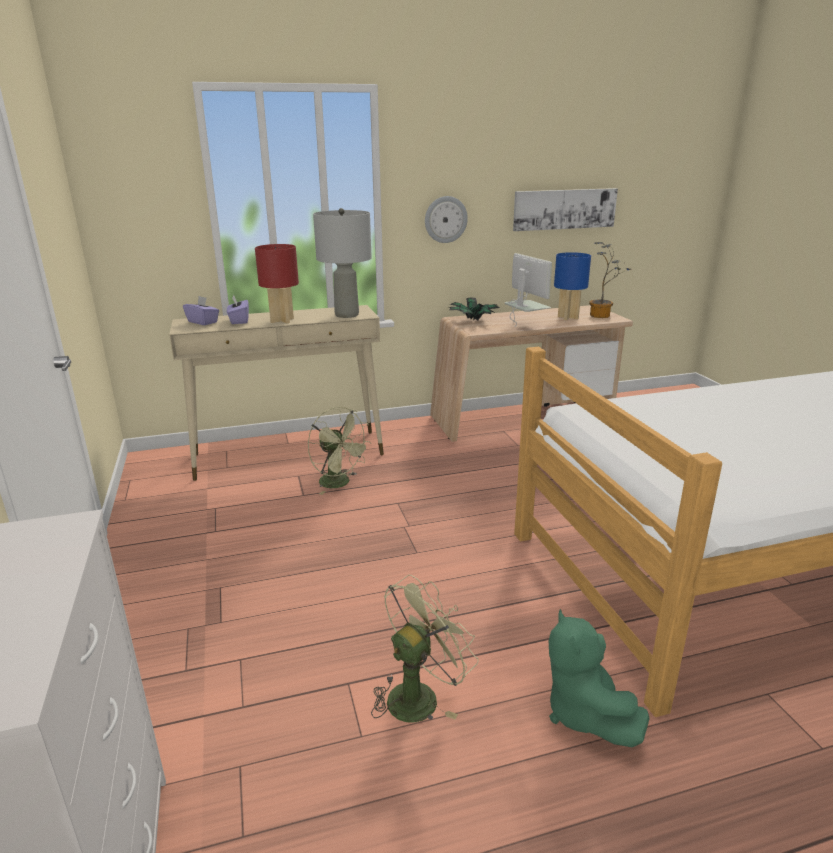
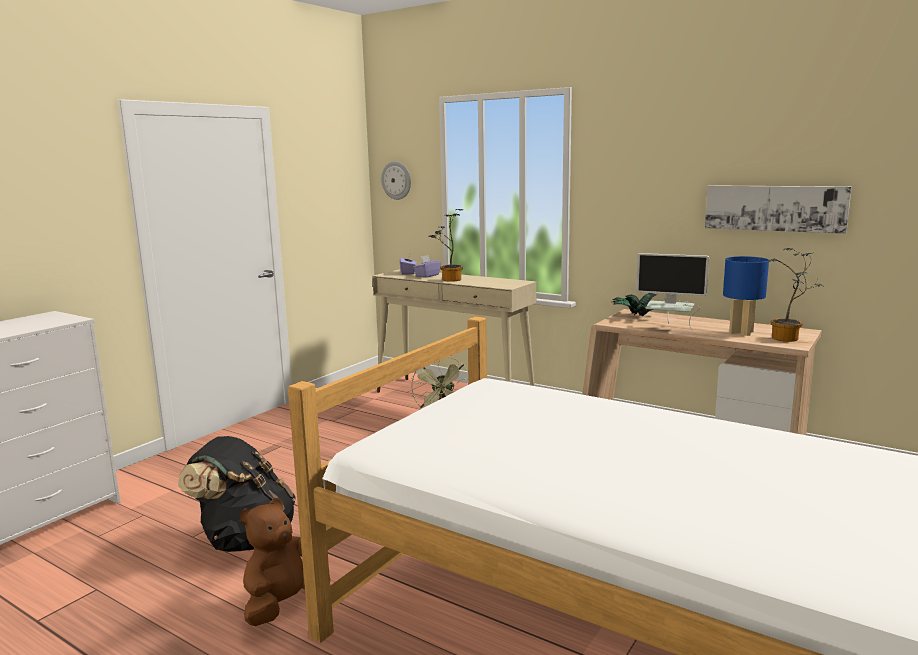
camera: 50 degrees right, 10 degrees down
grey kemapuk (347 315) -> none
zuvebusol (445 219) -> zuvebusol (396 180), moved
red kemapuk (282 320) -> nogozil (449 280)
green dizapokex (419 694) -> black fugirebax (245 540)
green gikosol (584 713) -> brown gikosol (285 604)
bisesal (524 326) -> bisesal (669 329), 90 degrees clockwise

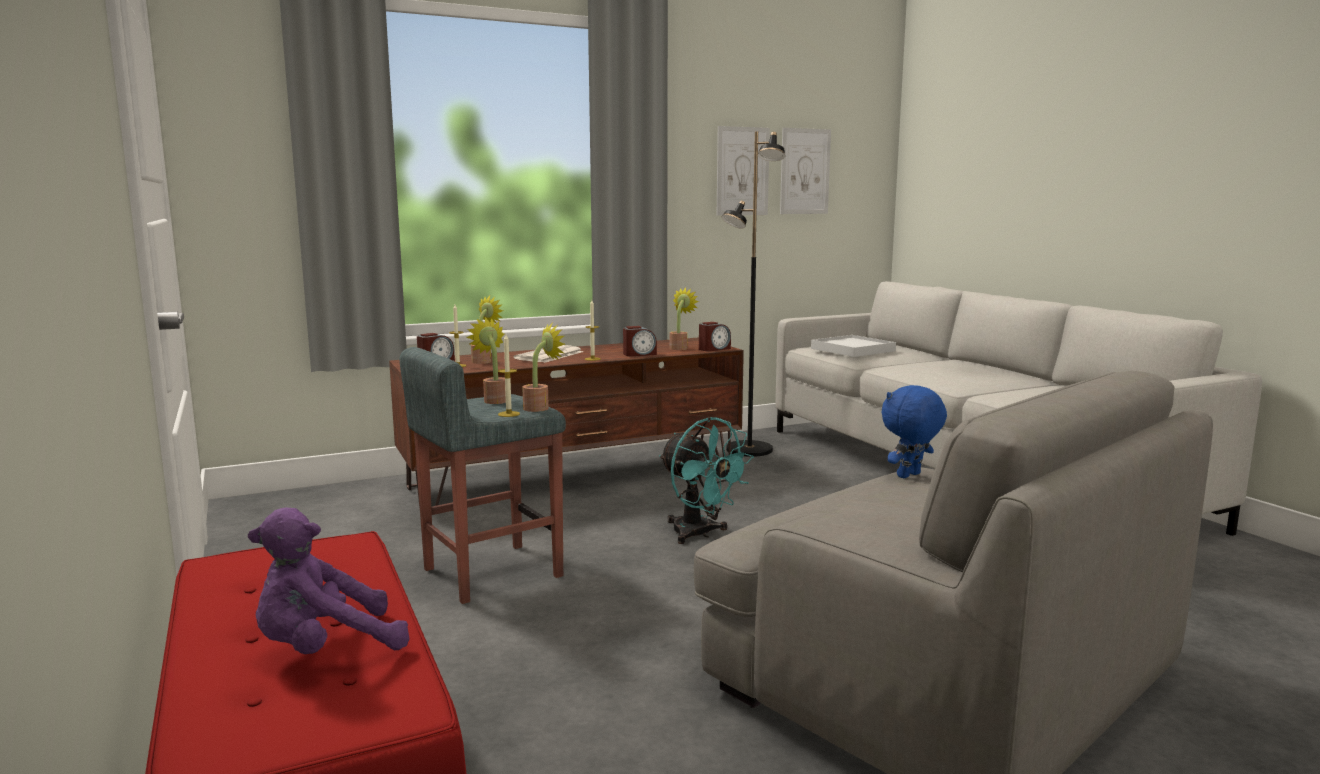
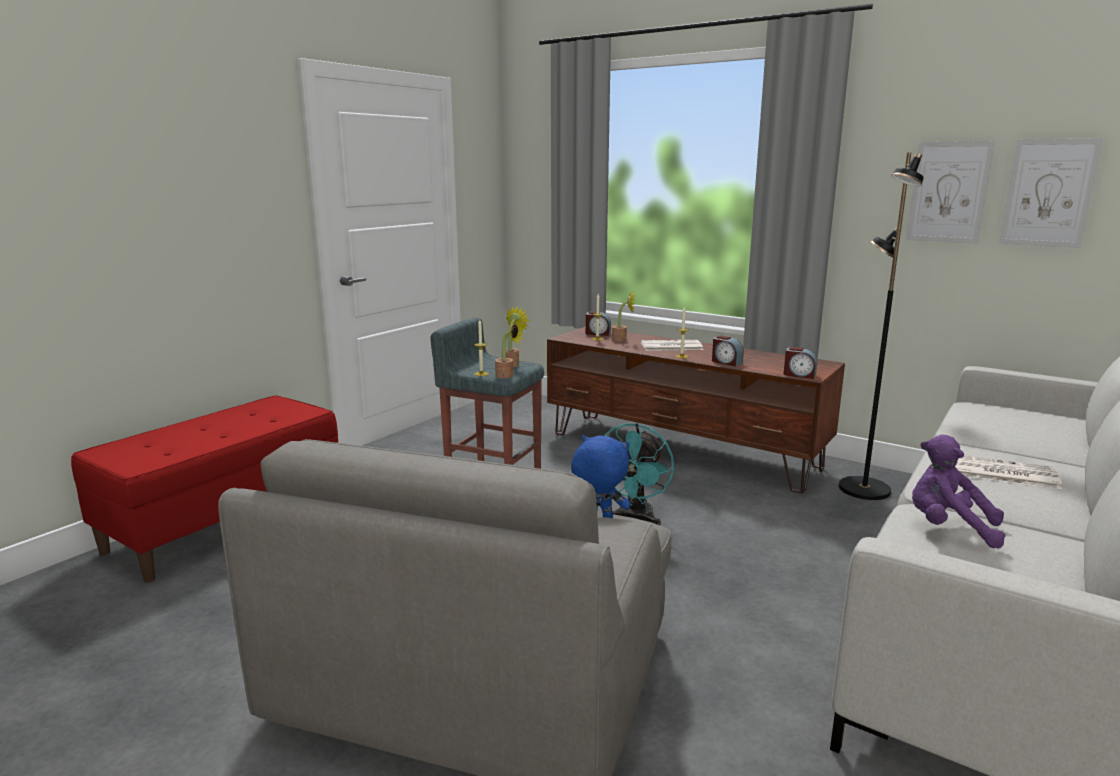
camera: 60 degrees right, 5 degrees up
nogozil (680 348) -> none
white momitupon (853 350) -> none
none -> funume (1002 473)
purple gikosol (325 649) -> purple gikosol (948 528), moved

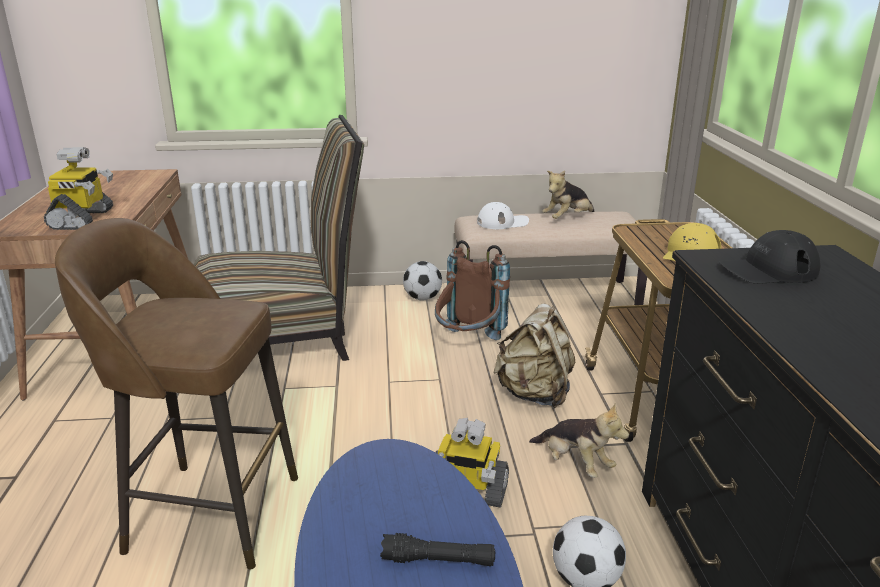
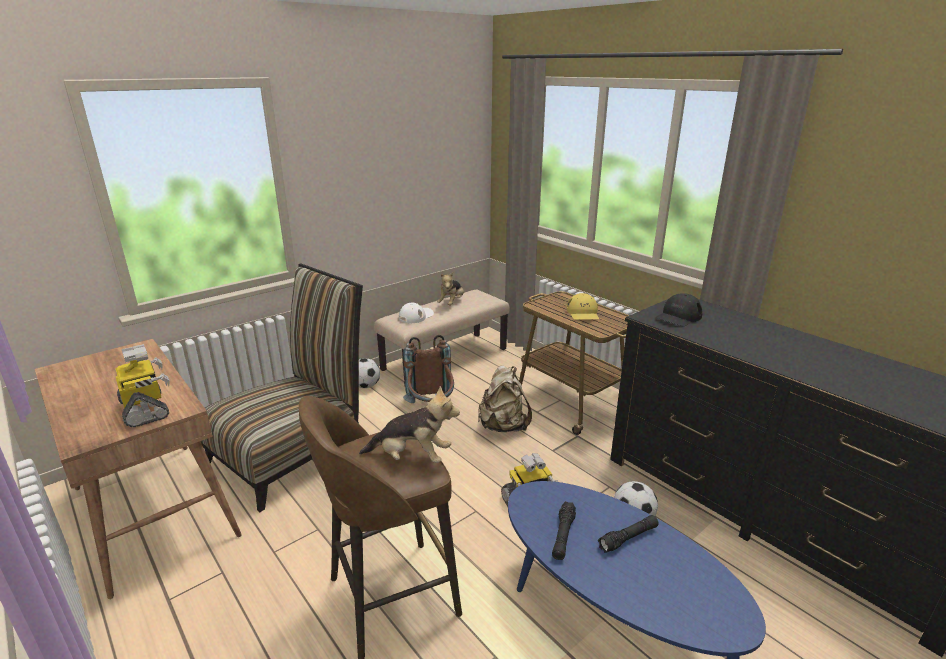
camera: 35 degrees left, 0 degrees up
none -> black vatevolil (563 536)
gikosol (575 464) -> gikosol (412 457), moved

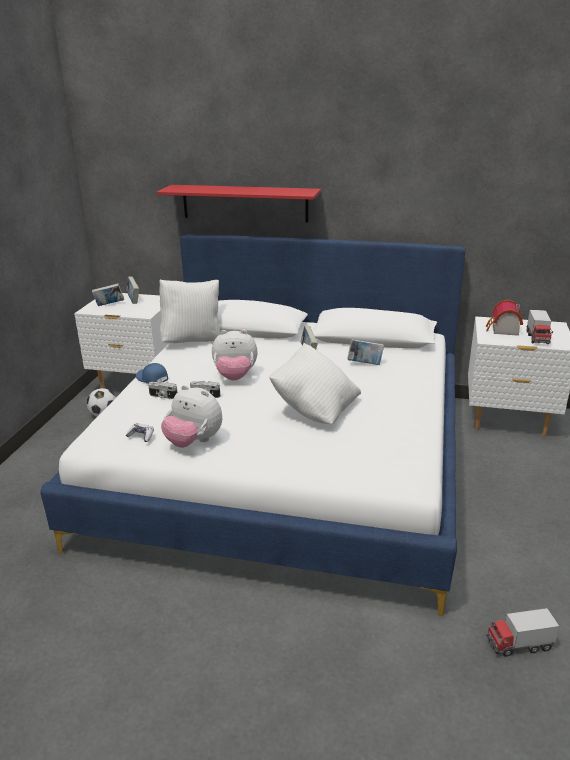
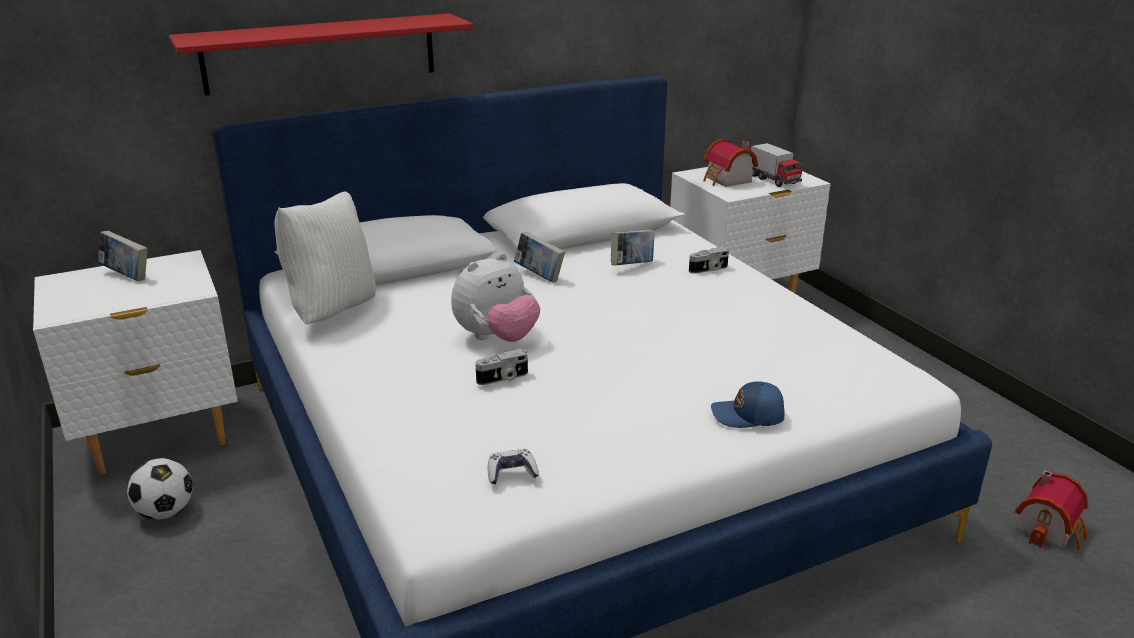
camera: 40 degrees left, 0 degrees up
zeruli (109 305) -> none
gikosol (194 442) -> none
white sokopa (315 410) -> none
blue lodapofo (152 379) -> blue lodapofo (748 416), moved
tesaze (162 396) -> tesaze (709 269), moved
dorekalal (519 644) -> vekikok (1050 529)

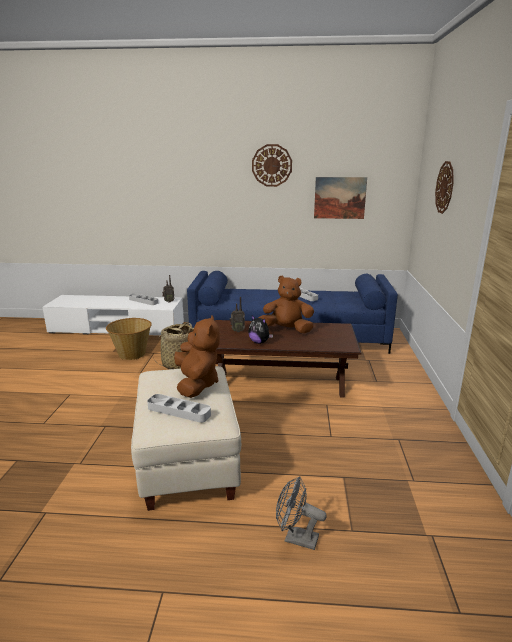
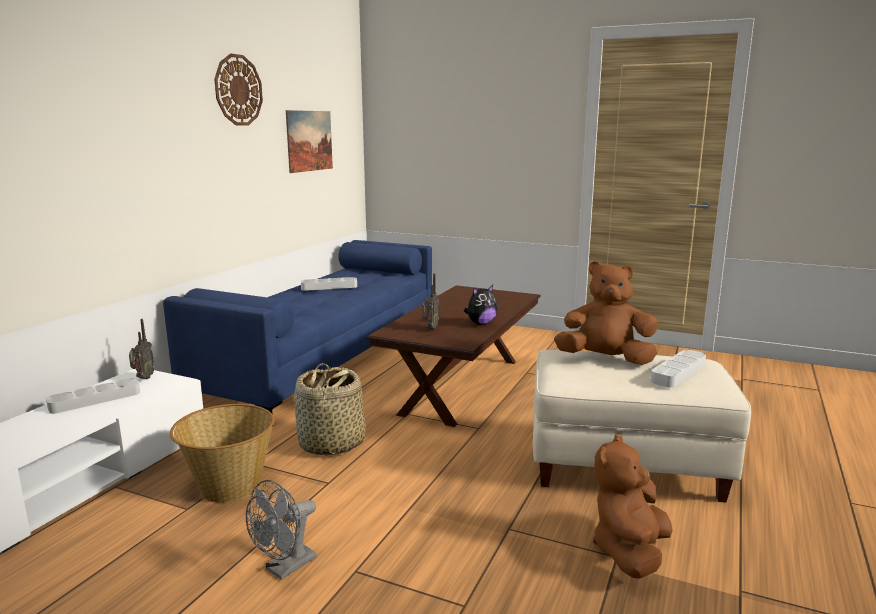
camera: 70 degrees left, 5 degrees down
zuvebusol (445 187) -> none
brown gikosol (287 330) -> brown gikosol (630 552), moved
grey dizapokex (296 538) -> grey dizapokex (285 568), moved

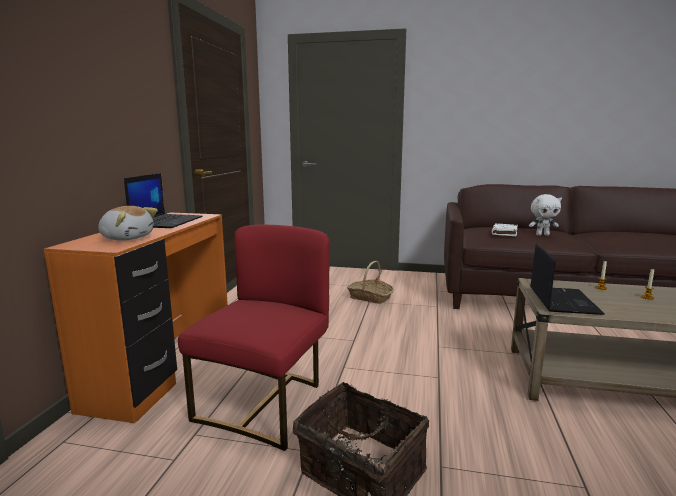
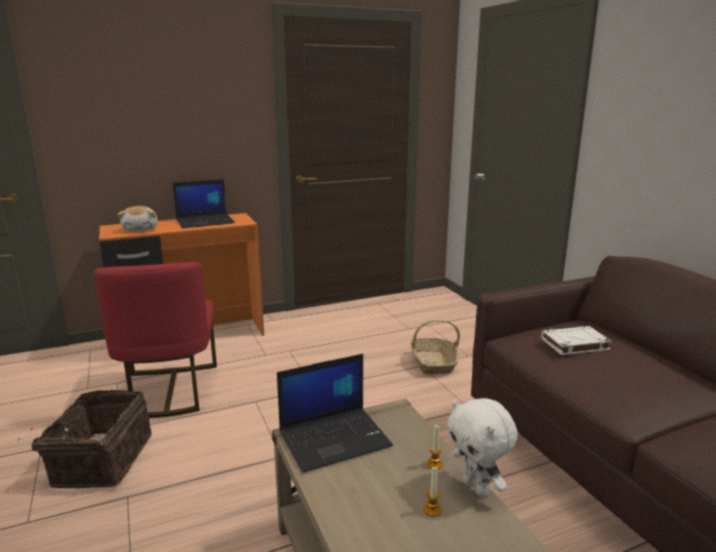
camera: 55 degrees right, 5 degrees up
white gikosol (542 235) -> white gikosol (477 488), moved
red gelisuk (266 404) -> red gelisuk (170 391), 90 degrees clockwise

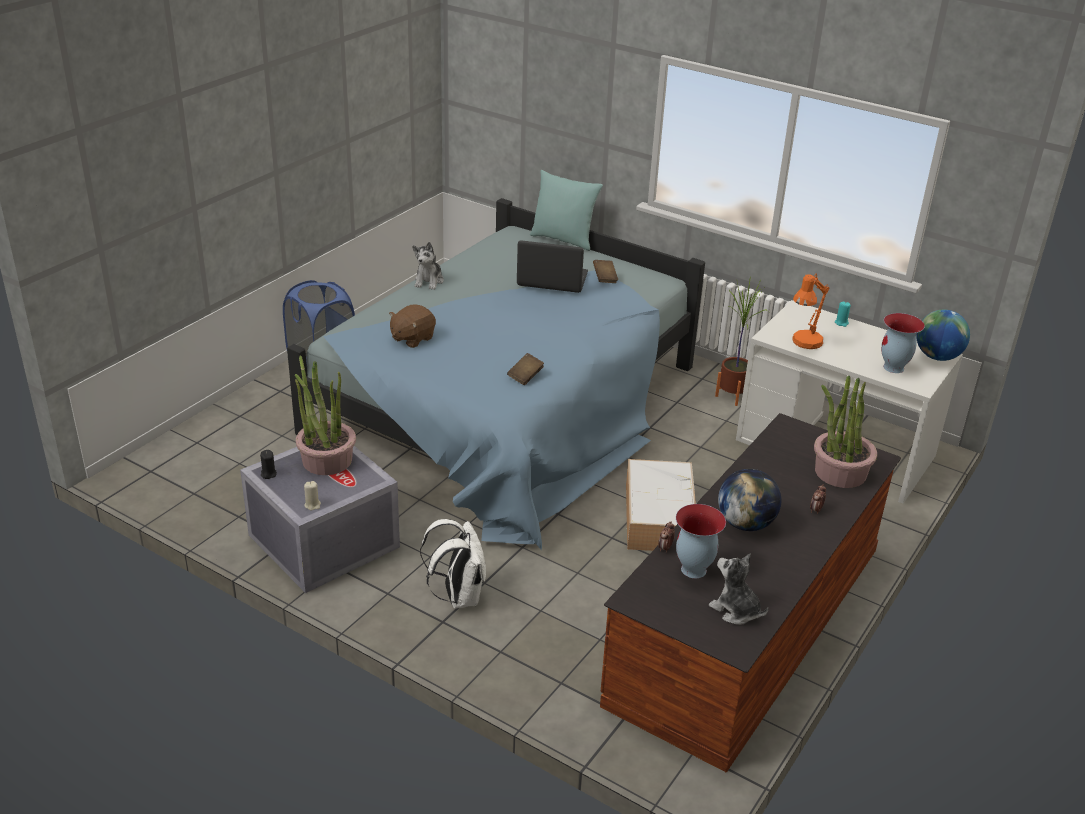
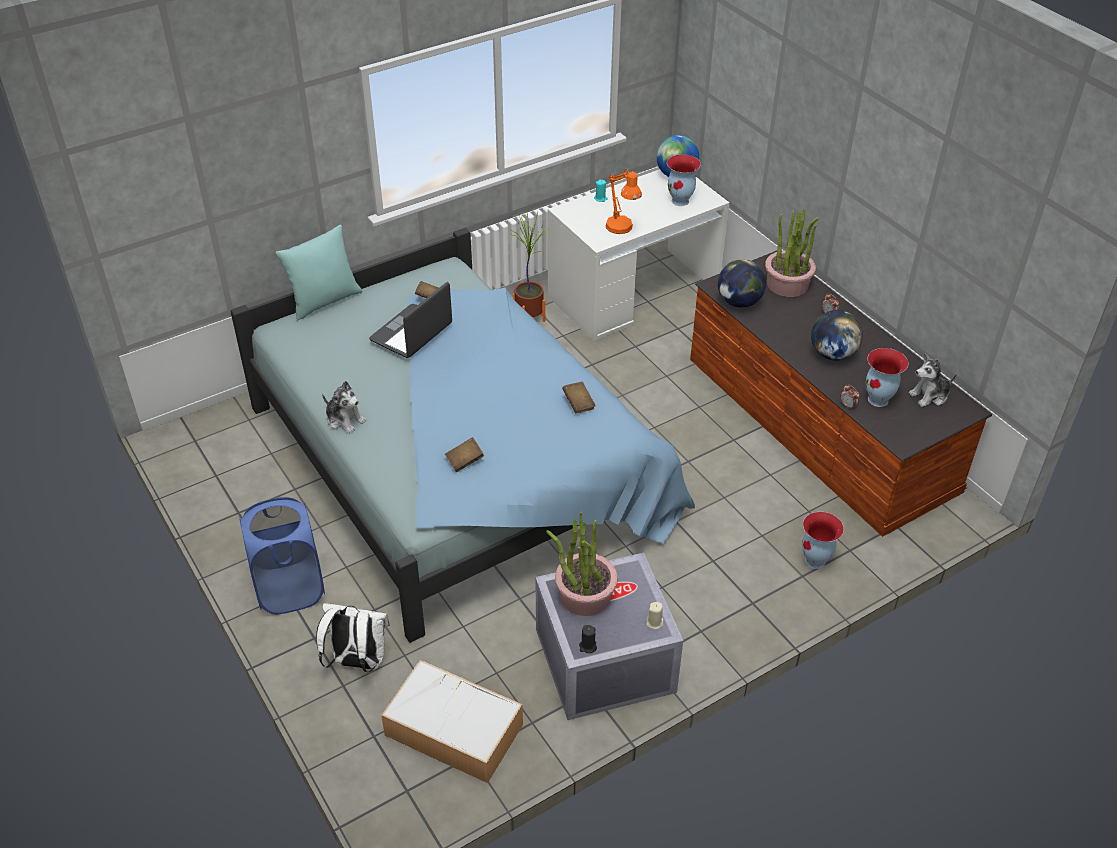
camera: 65 degrees left, 10 degrees up
none -> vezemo (739 302)
none -> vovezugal (815 561)
white fugirebax (458 596) -> white fugirebax (357 662), moved
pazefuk (658 516) -> pazefuk (452 729), moved
brown gikosol (412 338) -> brown zeruli (464 461)

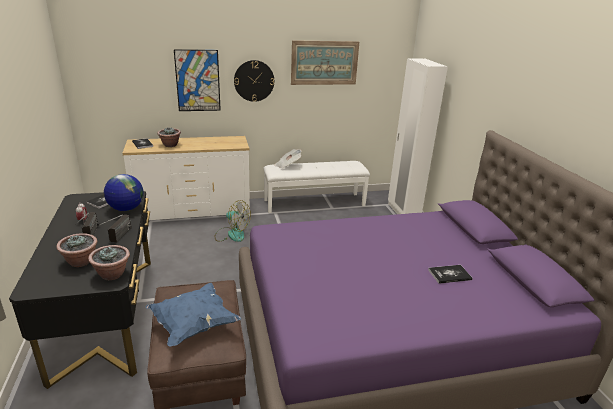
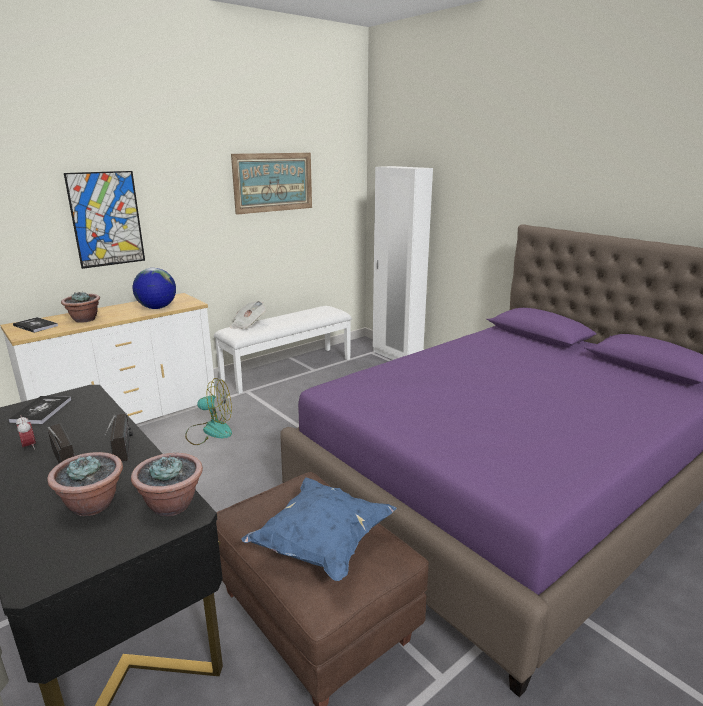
camera: 25 degrees left, 5 degrees down
zuvebusol (254 81) -> none
zeruli (449 275) -> none
vezemo (126 209) -> vezemo (157 308), moved

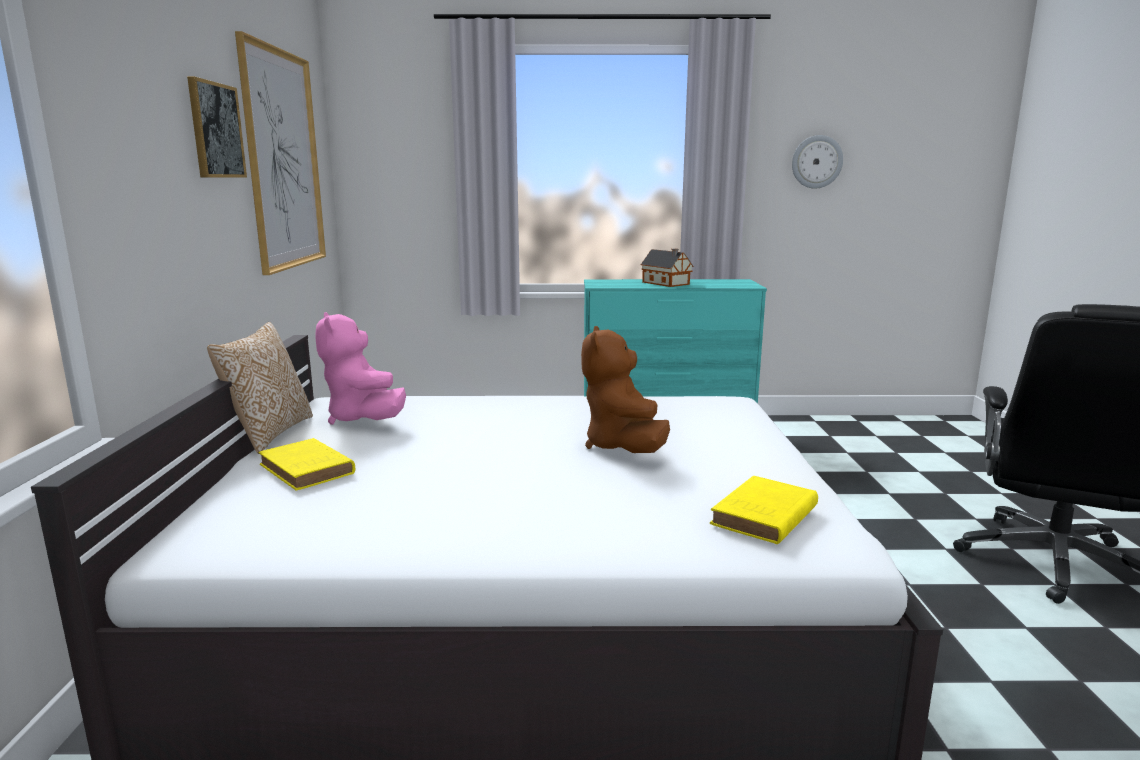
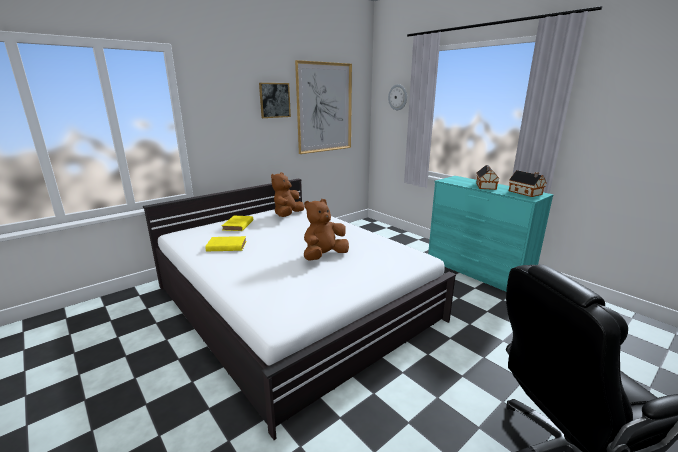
camera: 50 degrees right, 5 degrees up
sokopa (269 434) -> none
none -> vekikok (526 193)
yellow zeruli (763 517) -> yellow zeruli (225 246), moved
zuvebusol (816 162) -> zuvebusol (398 97), moved
pink gikosol (363 419) -> brown gikosol (288 215)

